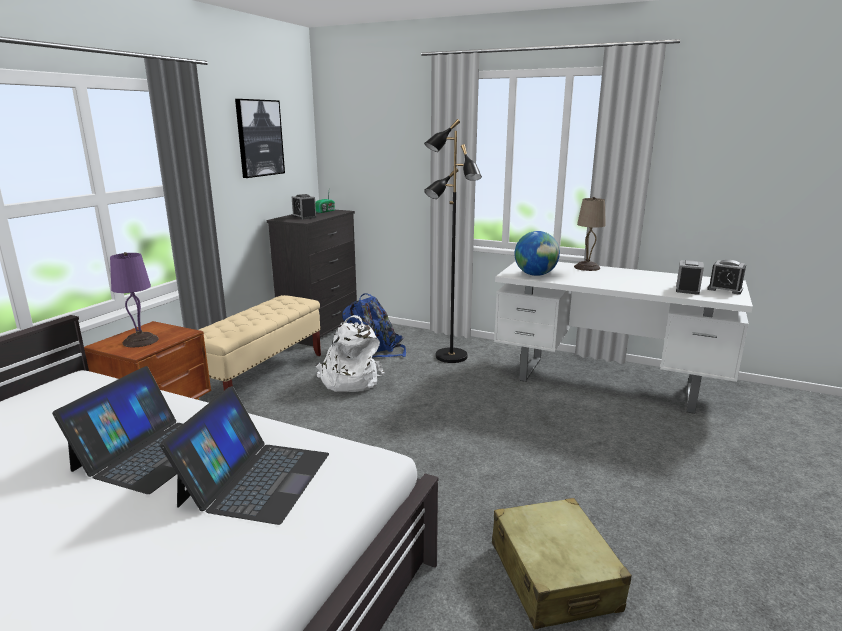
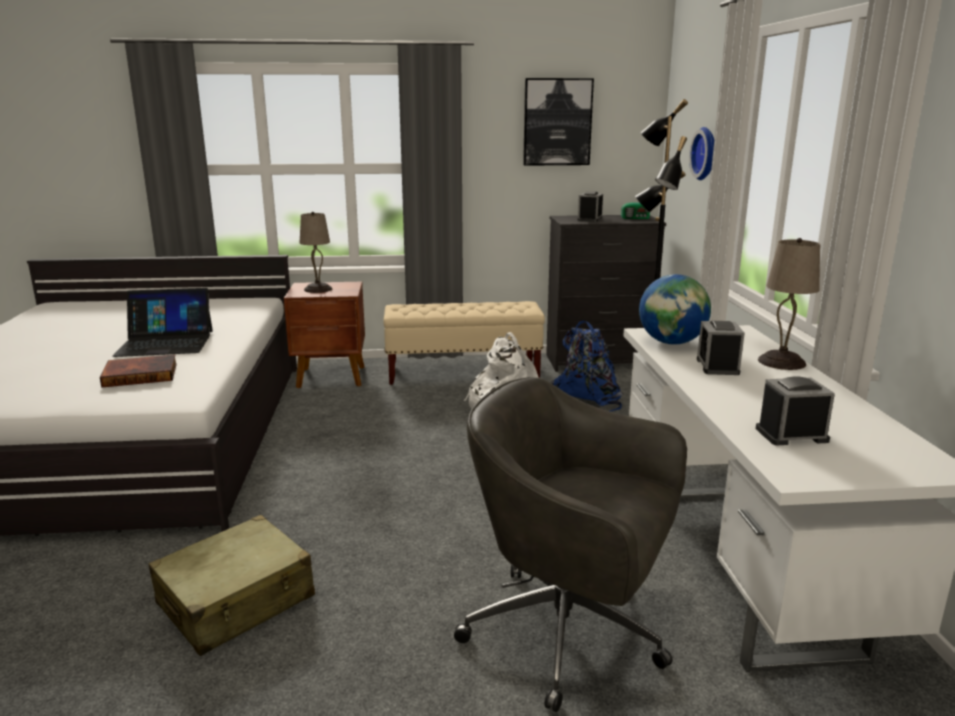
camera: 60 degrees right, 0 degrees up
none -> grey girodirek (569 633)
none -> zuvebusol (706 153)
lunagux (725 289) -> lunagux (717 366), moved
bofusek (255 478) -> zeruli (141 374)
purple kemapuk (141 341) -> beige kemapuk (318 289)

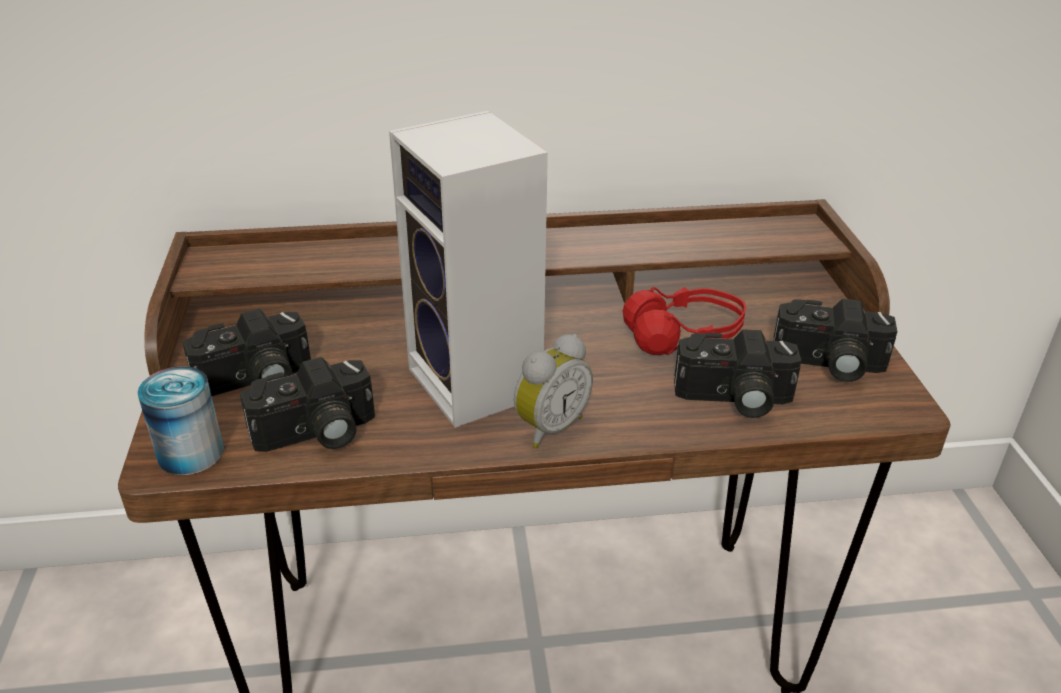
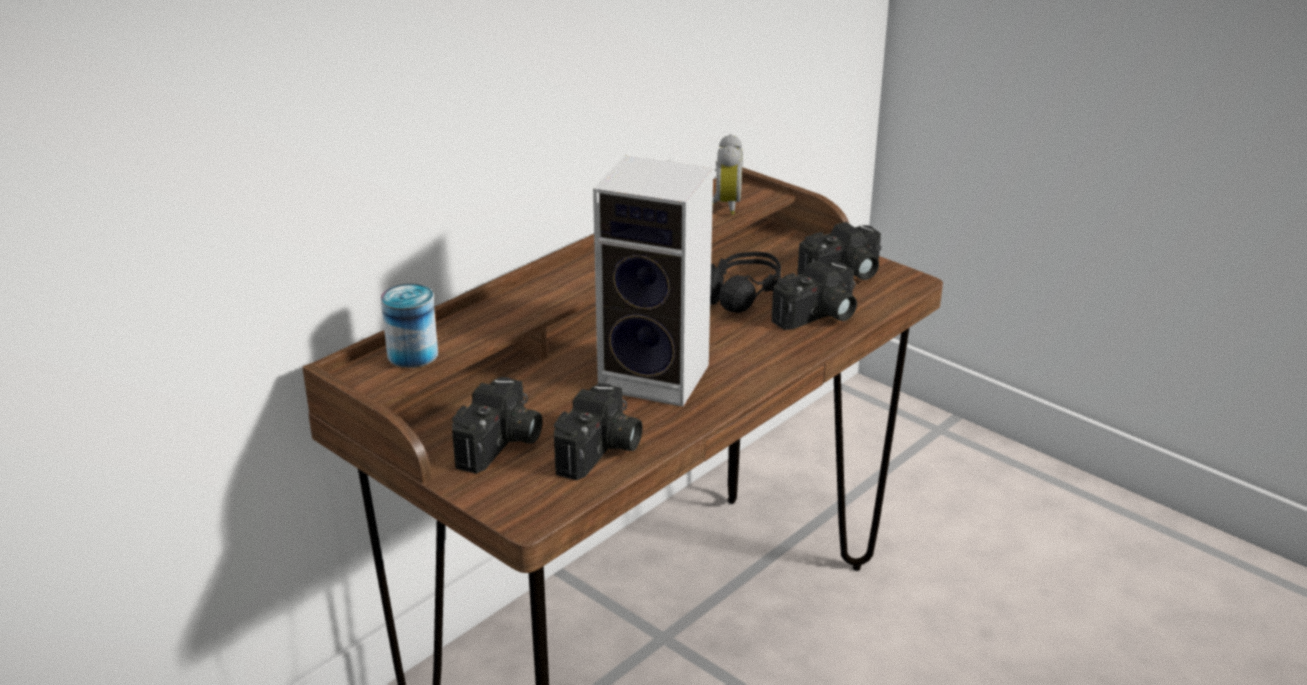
camera: 40 degrees left, 5 degrees down
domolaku (190 453) -> domolaku (412 354), moved
lunagux (548 427) -> lunagux (724 205), moved
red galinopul (684 336) -> black galinopul (741 294)

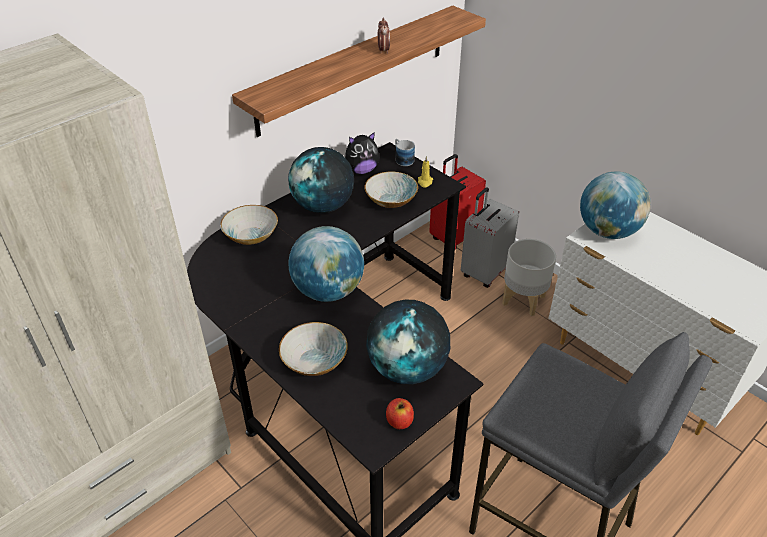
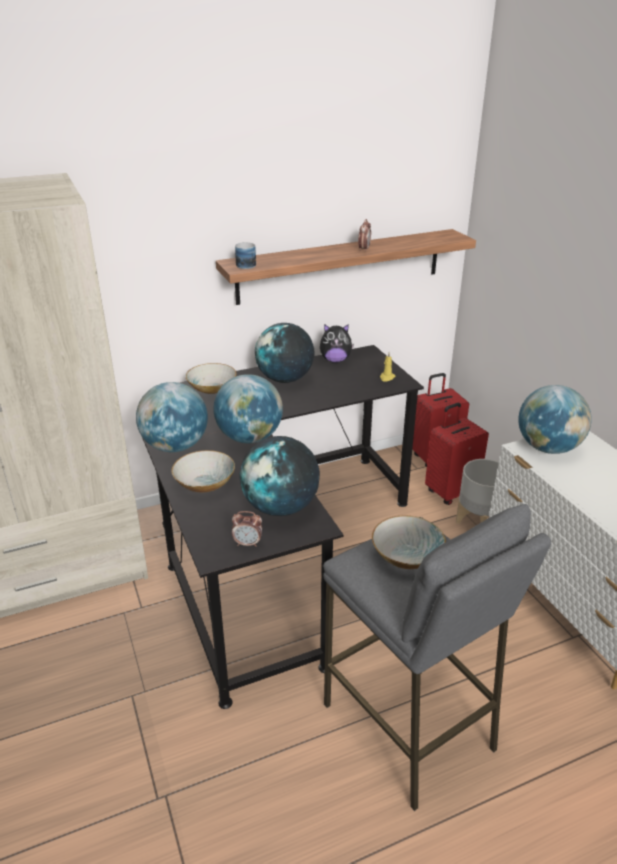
camera: 20 degrees right, 10 degrees down
none -> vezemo (175 446)
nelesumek (391 200) -> nelesumek (407 557), moved
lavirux (402 159) -> lavirux (245 264), moved
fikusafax (399 421) -> lunagux (248 543)
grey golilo (484 272) -> red golilo (451 491)

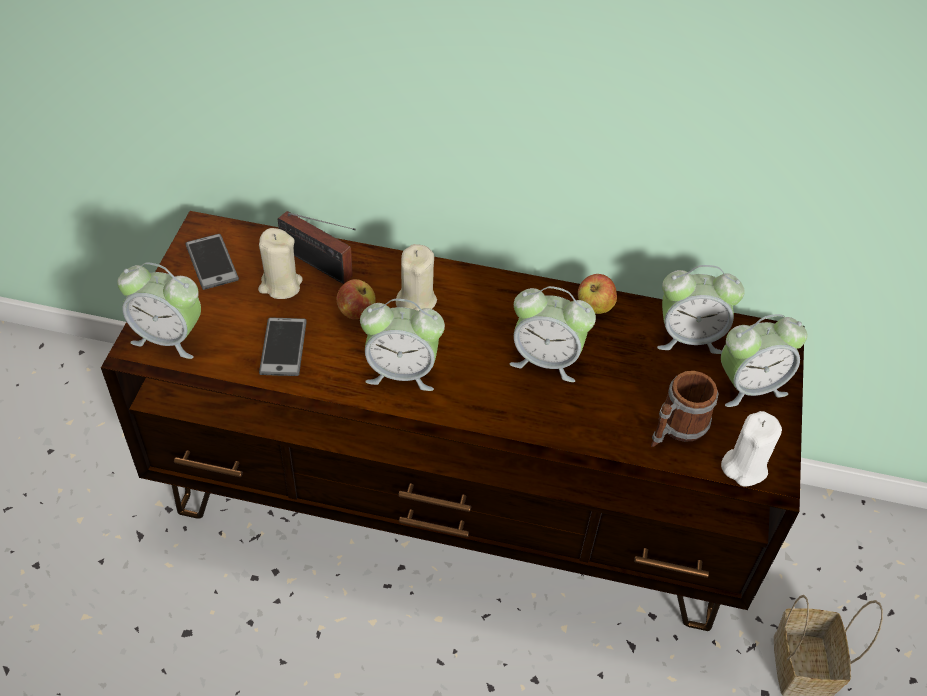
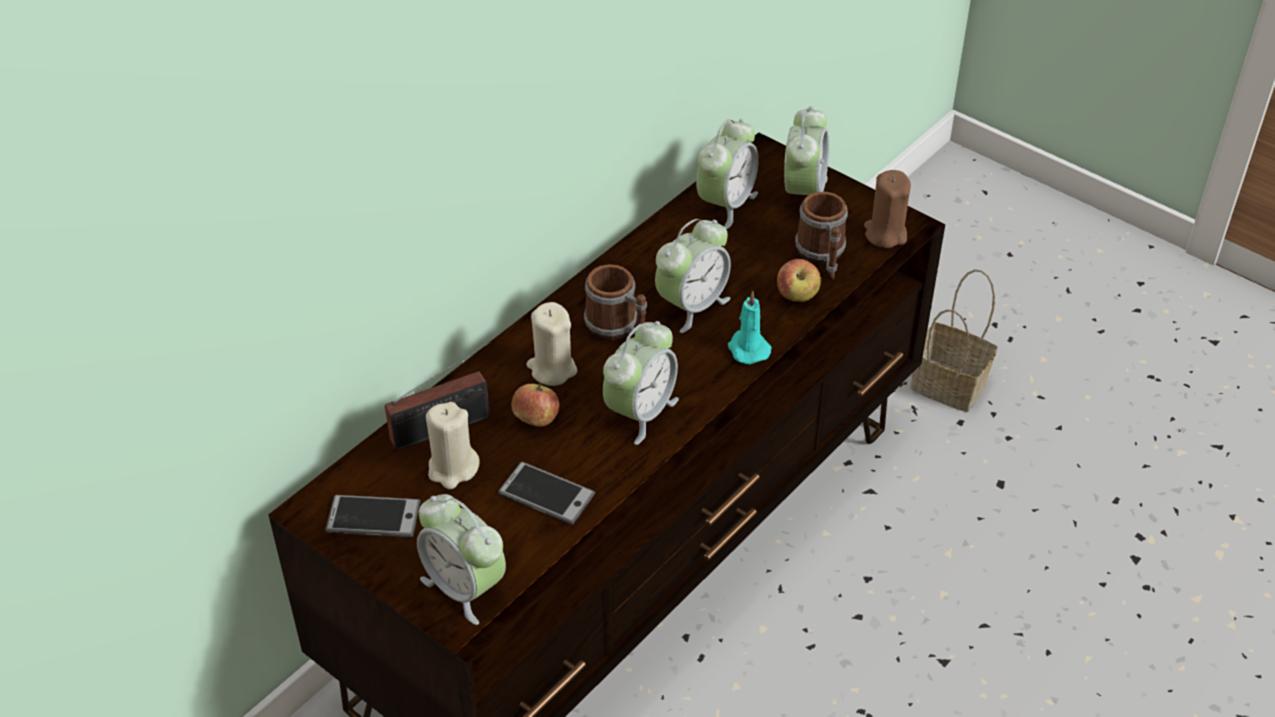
camera: 60 degrees left, 5 degrees down
none -> lavirux (618 329)
none -> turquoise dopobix (747 348)
fikusafax (595 306) -> fikusafax (797 296), moved
white dopobix (744 467) -> brown dopobix (885 234)
lunagux (169 337) -> lunagux (465 587), 90 degrees clockwise

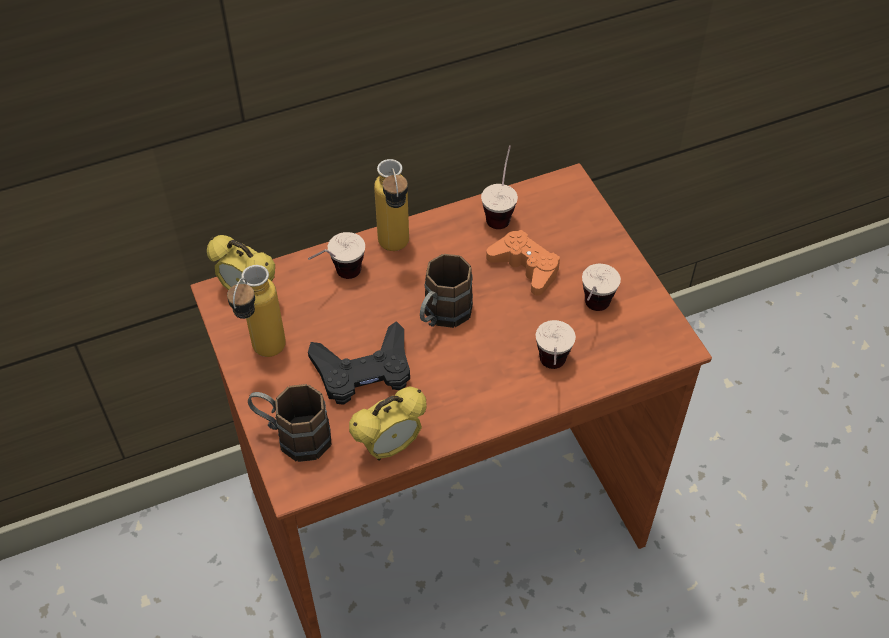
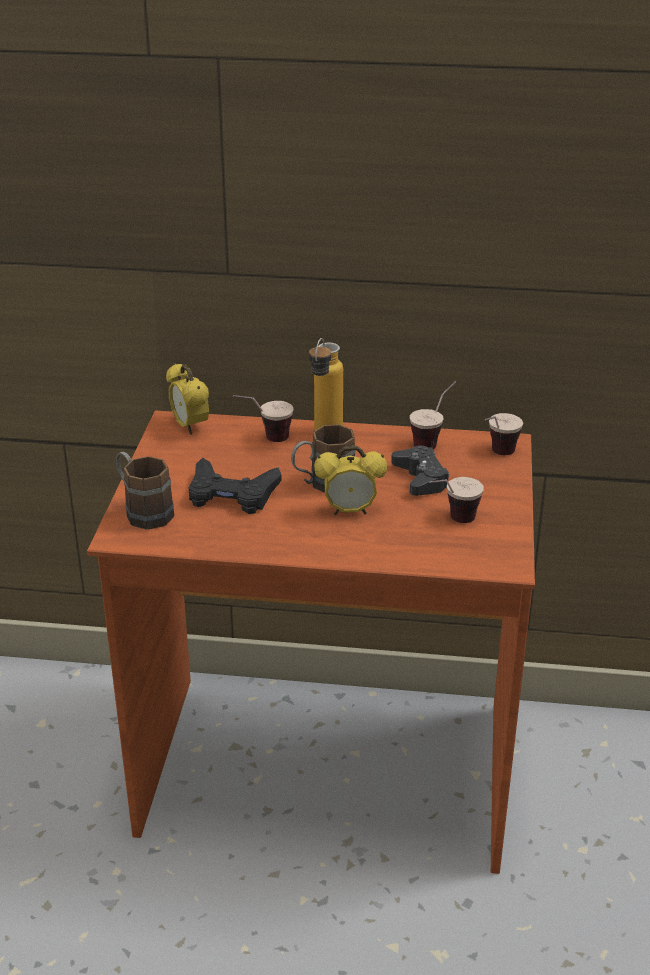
camera: 30 degrees right, 20 degrees down
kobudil (263 356) -> none
lunagux (390 447) -> lunagux (350 511), moved
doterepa (551 372) -> doterepa (496 456), moved
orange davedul (525 267) -> black davedul (420 478)

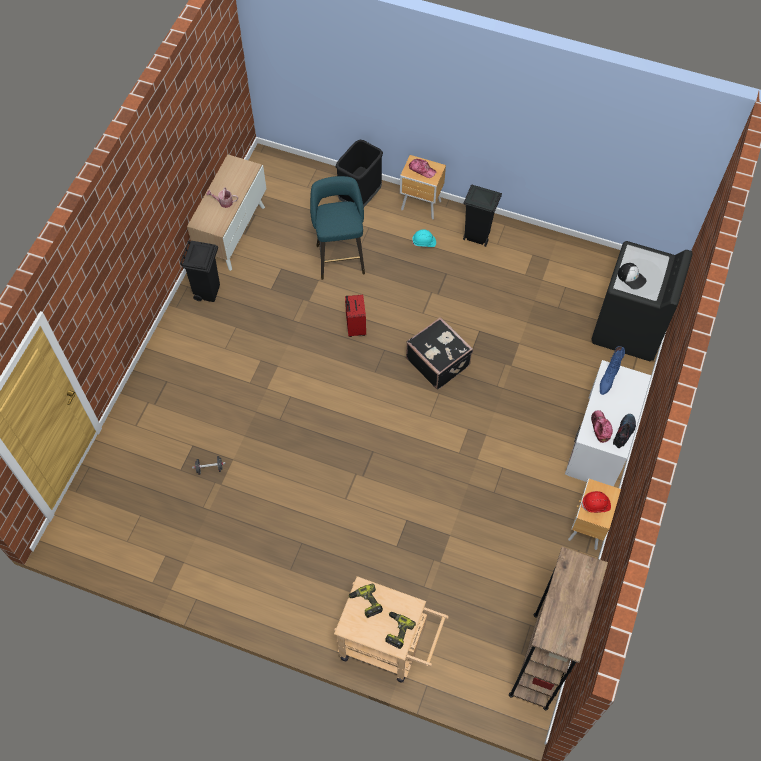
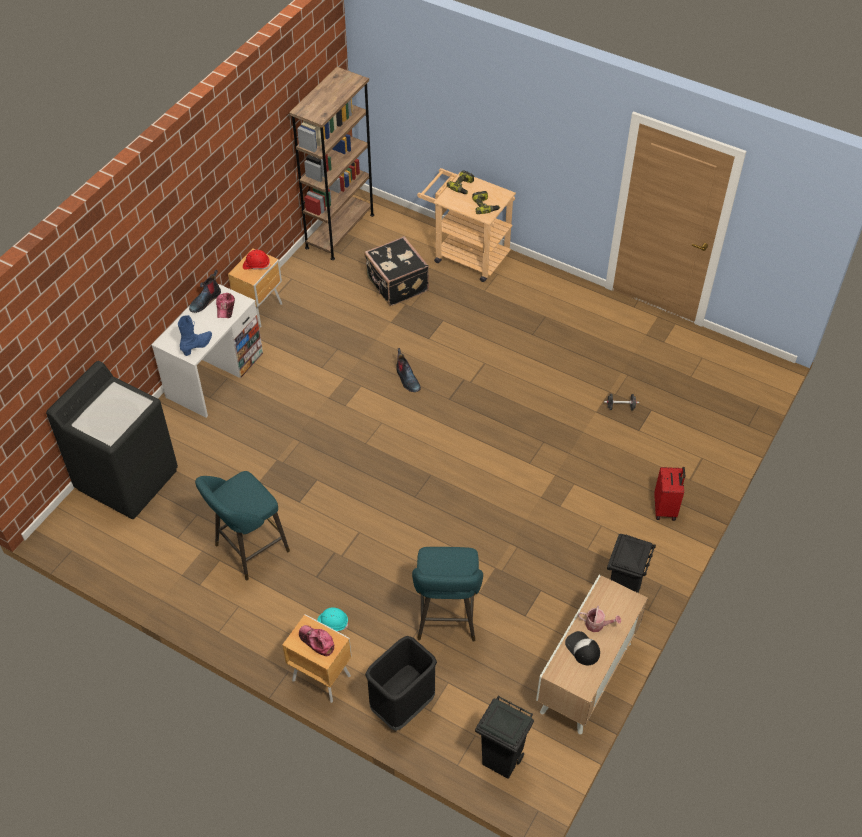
camera: 170 degrees left, 10 degrees down
none -> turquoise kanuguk (248 550)
none -> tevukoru (407 379)
red golilo (355 327) -> red golilo (665 508), moved
black golilo (438 361) -> black golilo (396 284), moved
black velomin (476 236) -> black velomin (502 761), moved
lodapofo (631 277) -> lodapofo (582 649), moved

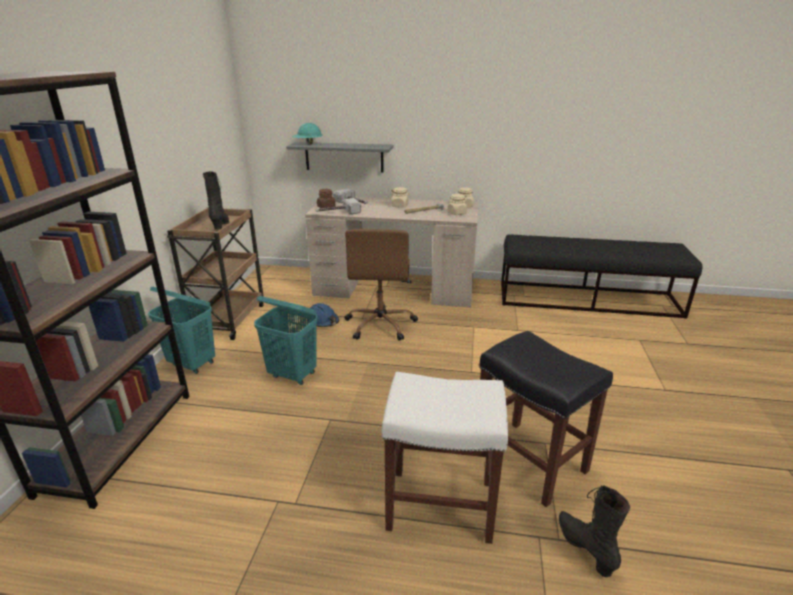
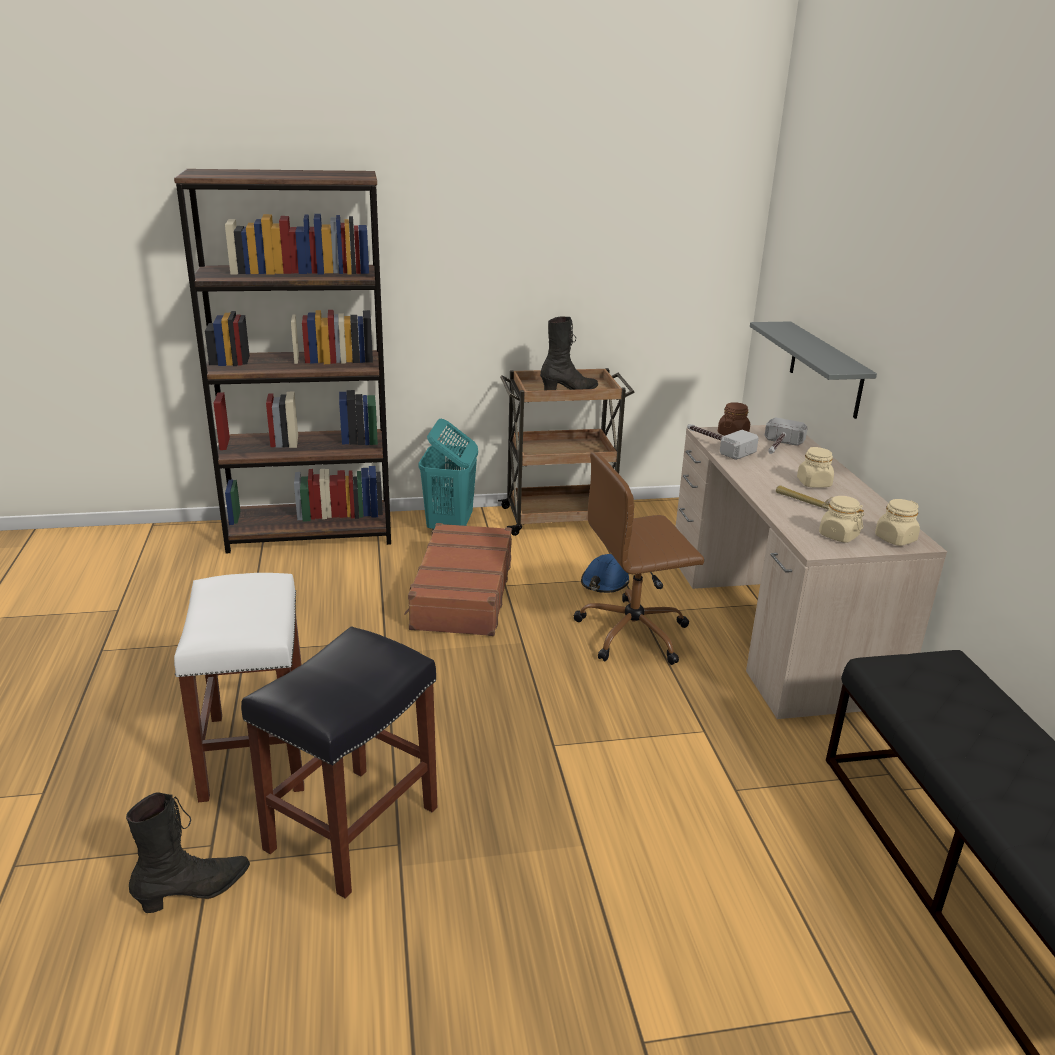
camera: 70 degrees right, 0 degrees up
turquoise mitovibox (308 144) -> none
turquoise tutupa (293 375) -> brown golilo (461 593)

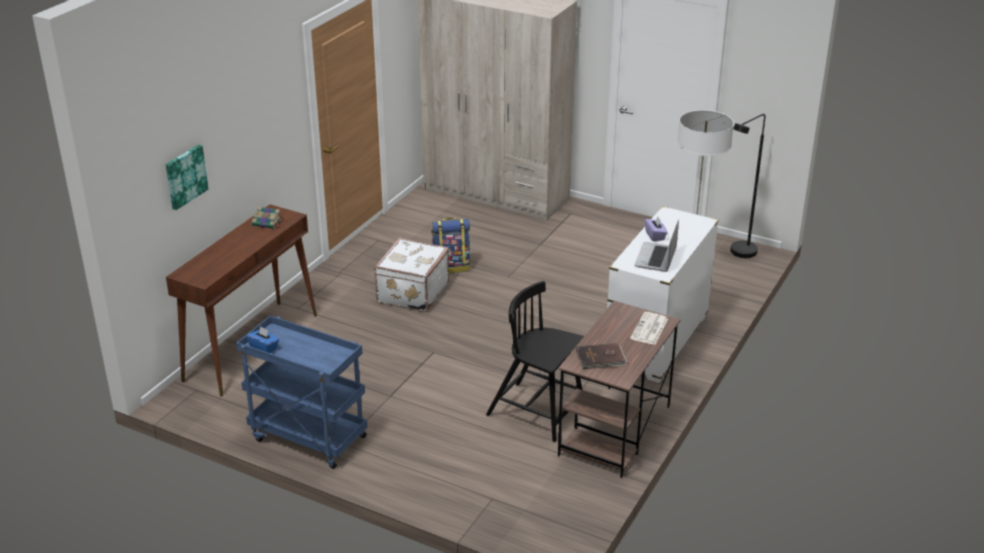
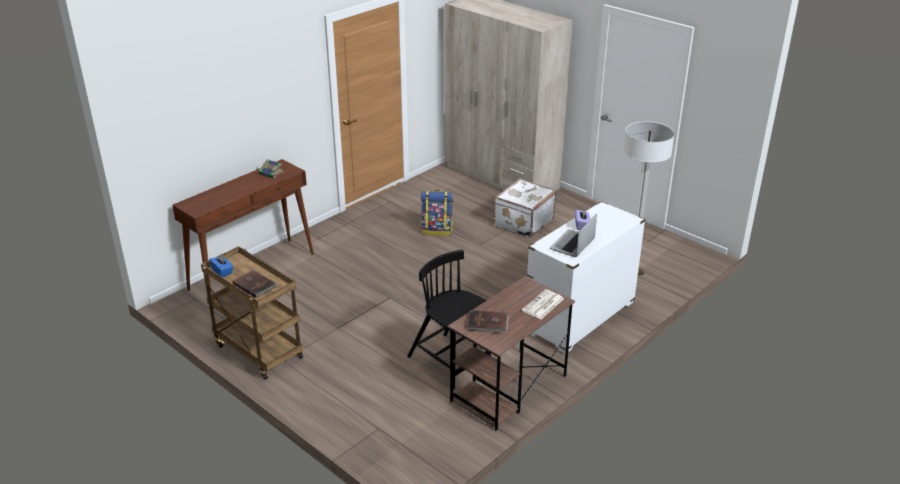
camera: 15 degrees right, 0 degrees up
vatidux (185 176) -> none
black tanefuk (739 254) -> none
none -> brown zeruli (254 285)
white golilo (411 293) -> white golilo (522 222), moved
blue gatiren (307 438) -> brown gatiren (257 351)

